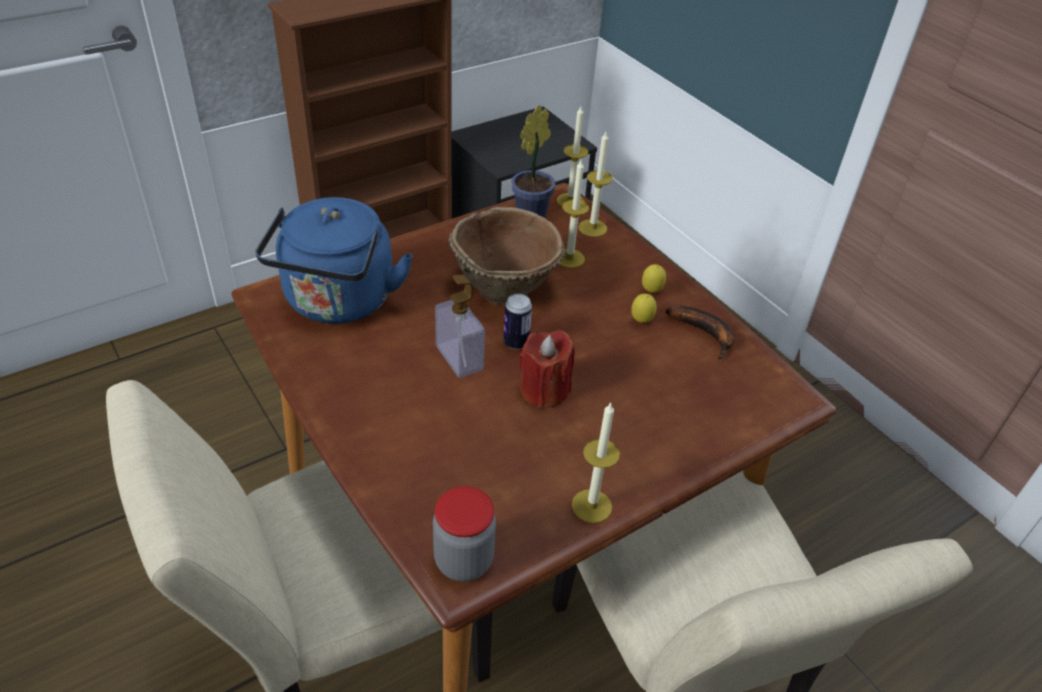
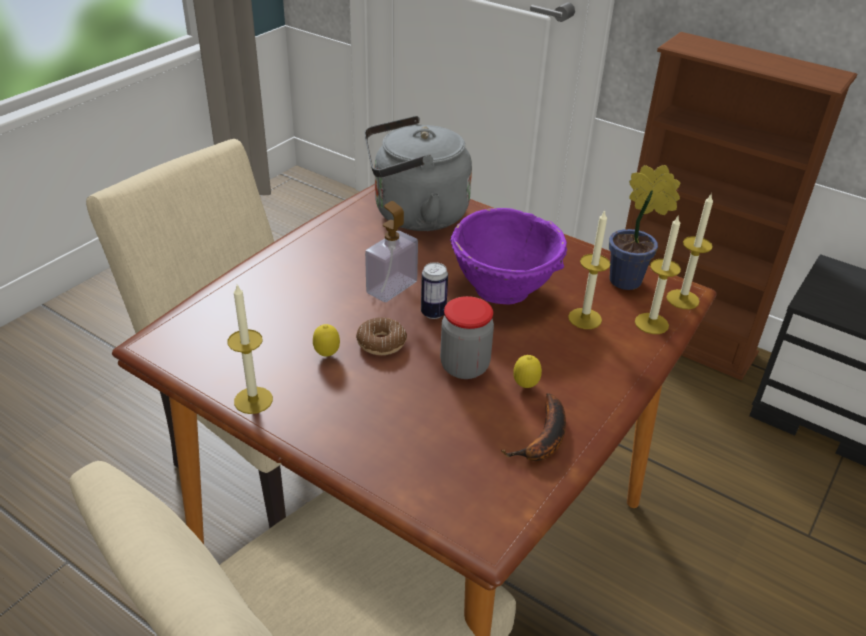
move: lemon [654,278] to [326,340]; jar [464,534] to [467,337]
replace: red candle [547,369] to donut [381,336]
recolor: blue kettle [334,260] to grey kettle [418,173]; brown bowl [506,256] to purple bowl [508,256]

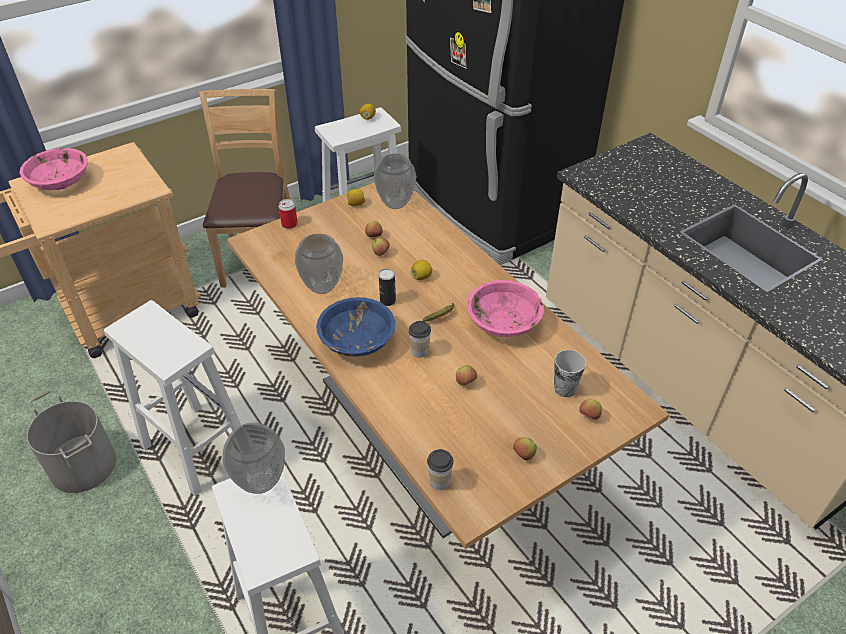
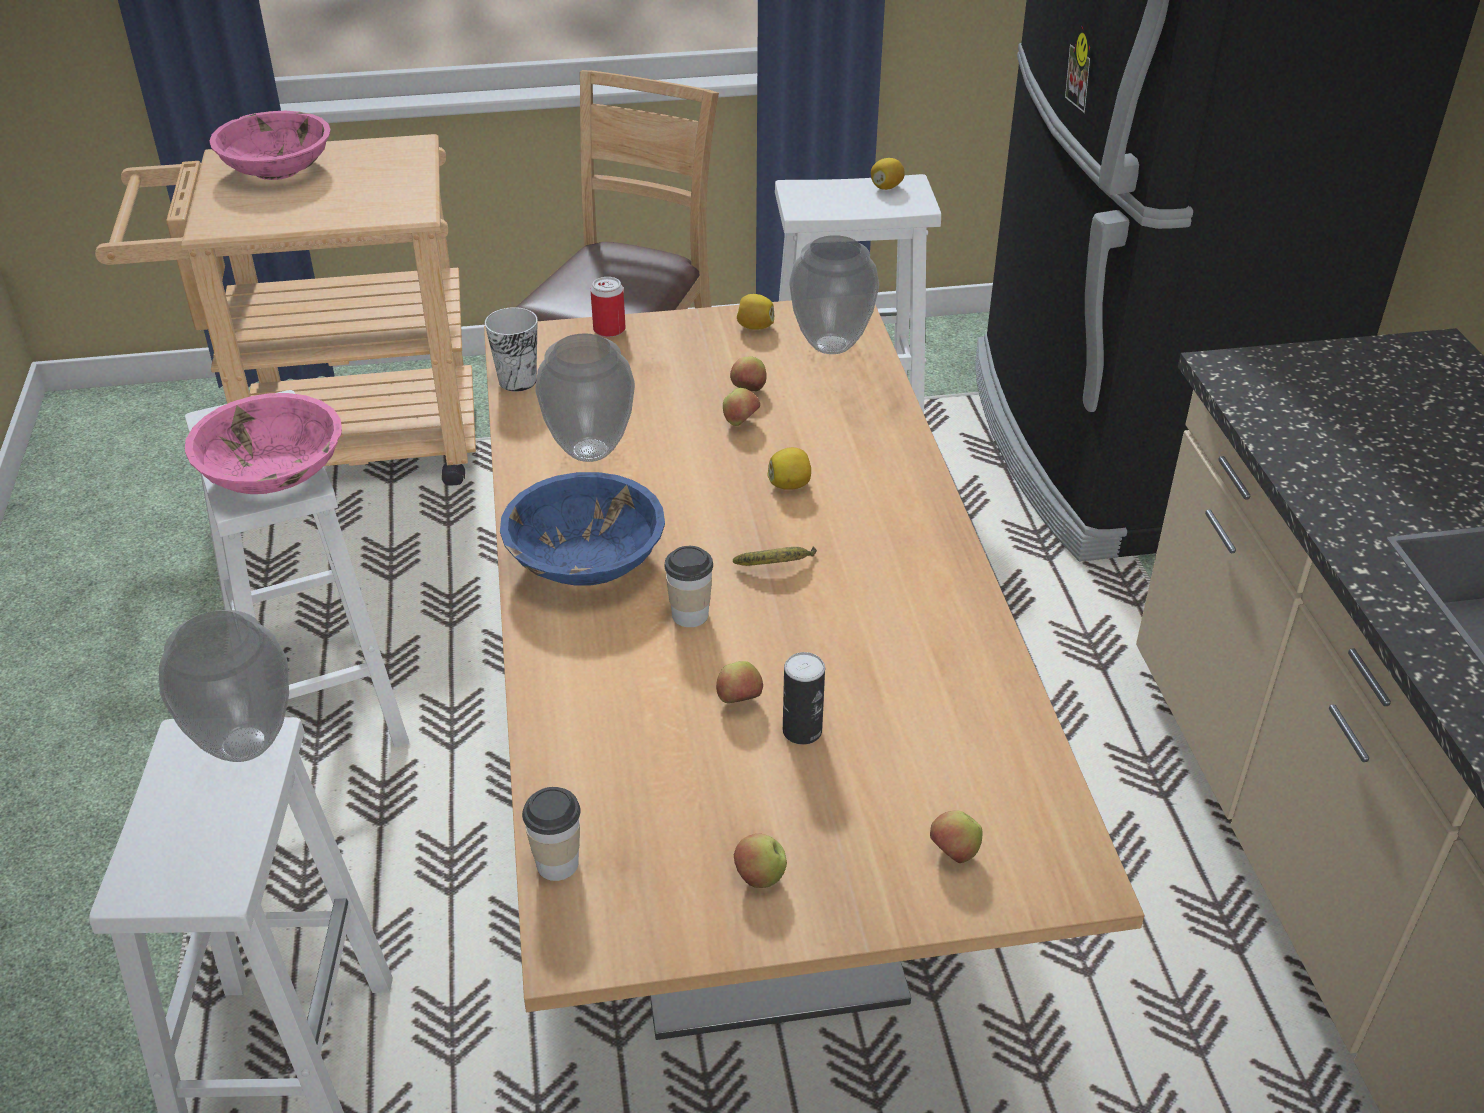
delete: grey bucket [71,441]
move: pink bowl [505,308] to [263,443]; cup [570,373] to [511,349]; can [387,287] to [804,698]

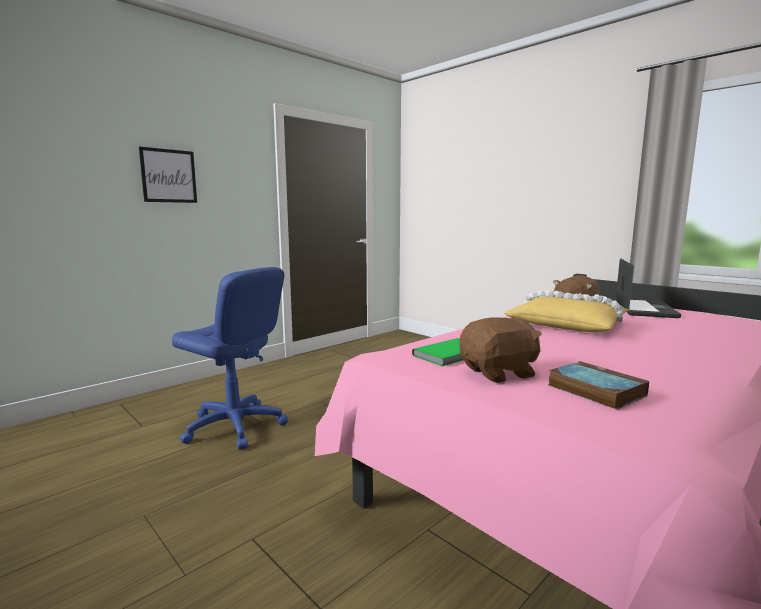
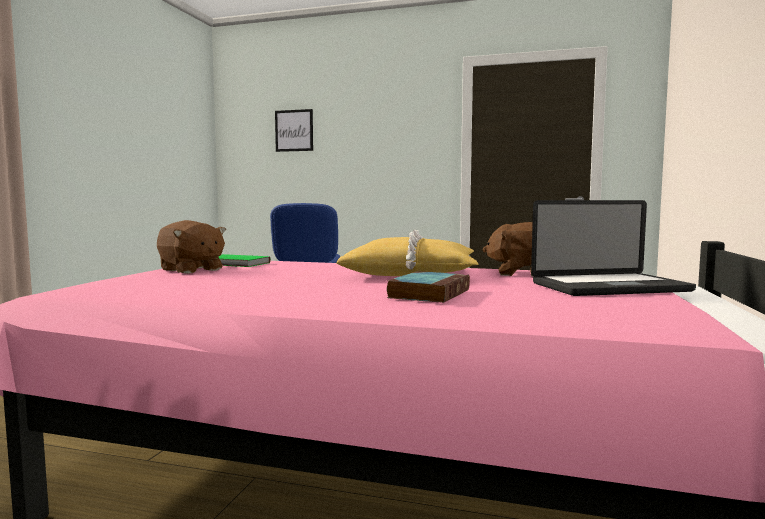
move: picture [168,175] to [294,130]; book [598,385] to [428,287]

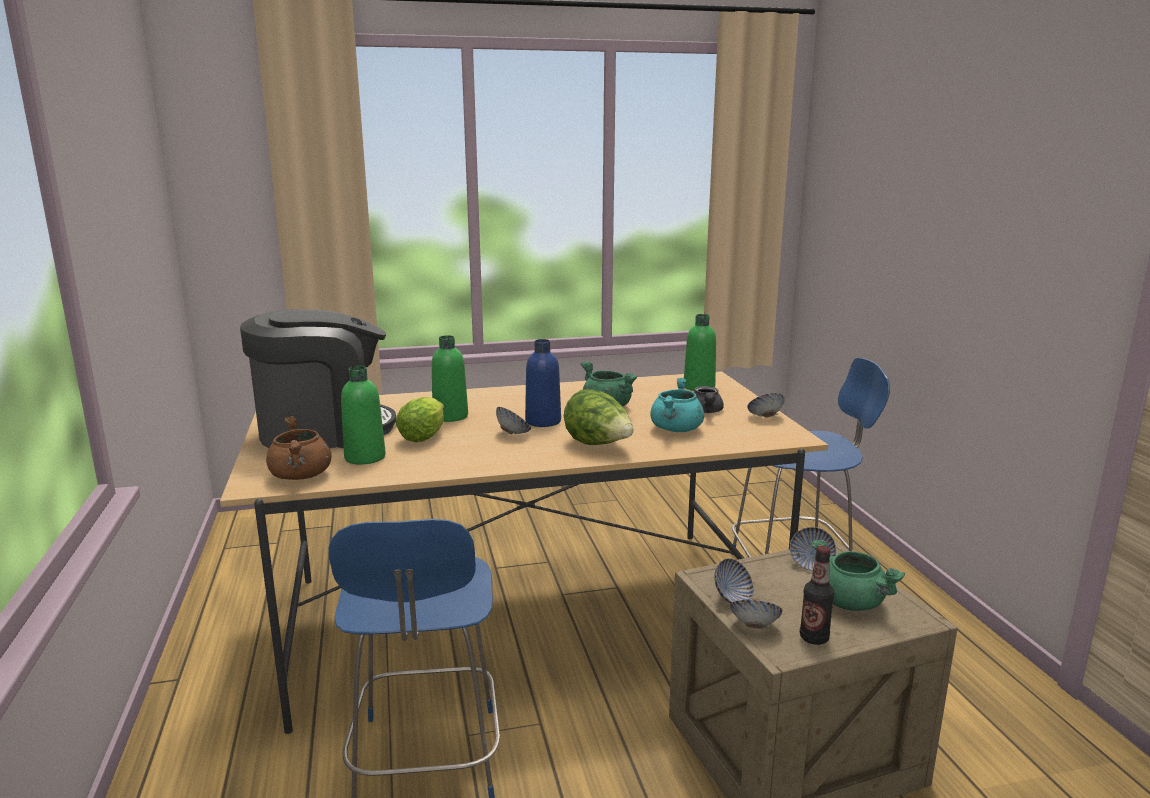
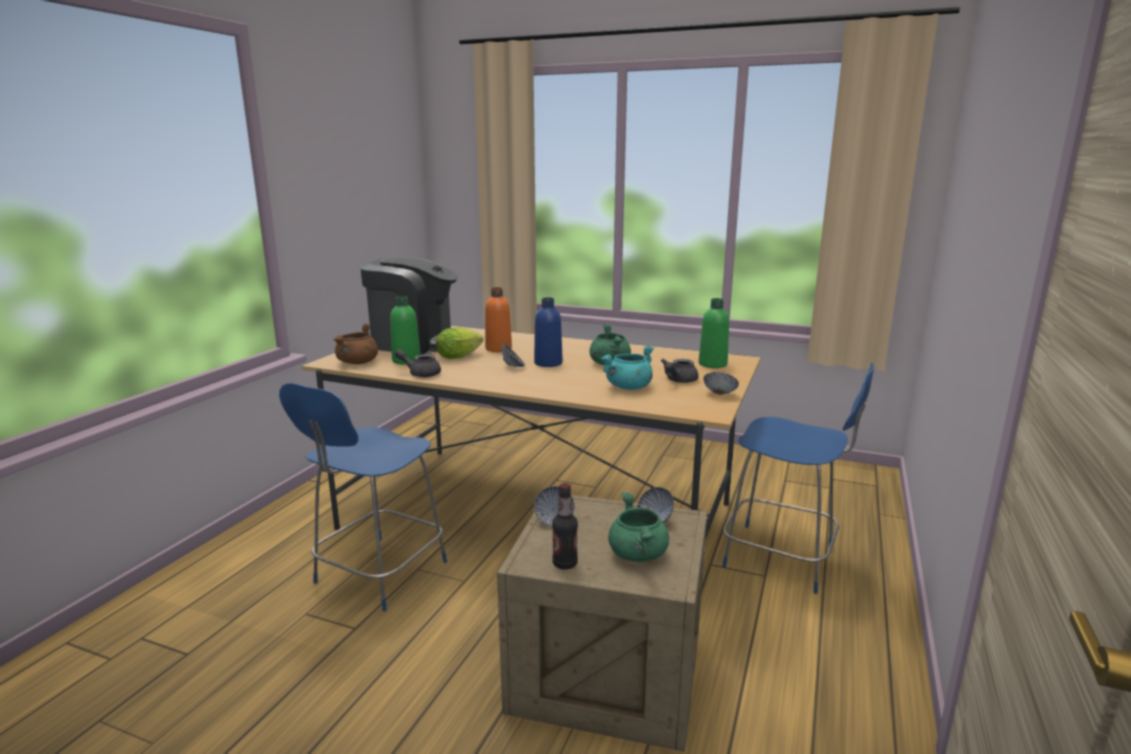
delete: lettuce [599,417]; bowl [756,614]
insert: grey teapot [418,363]
recolor: green bottle [450,378] to orange bottle [498,319]

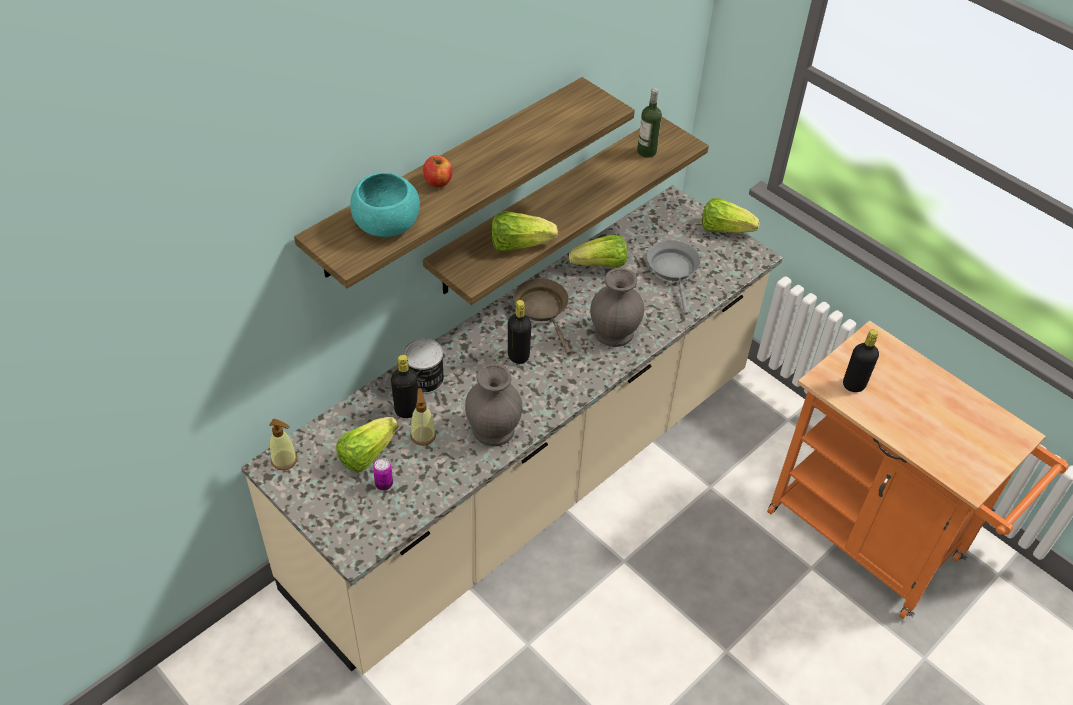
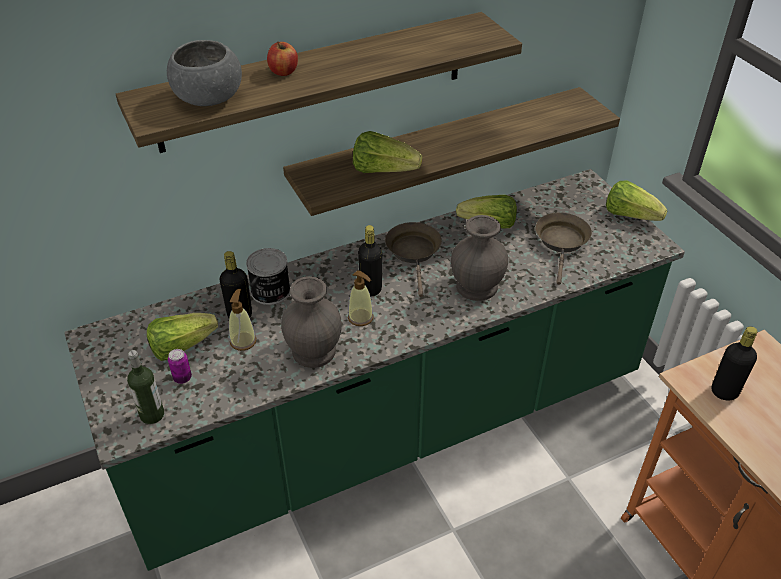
move: bottle [649,123] to [145,387]; soap dispenser [283,444] to [361,298]
recolor: beige counter [512,430] to green counter [374,370]; turquoise bowl [385,205] to grey bowl [204,73]; grey frying pan [673,277] to brown frying pan [563,248]

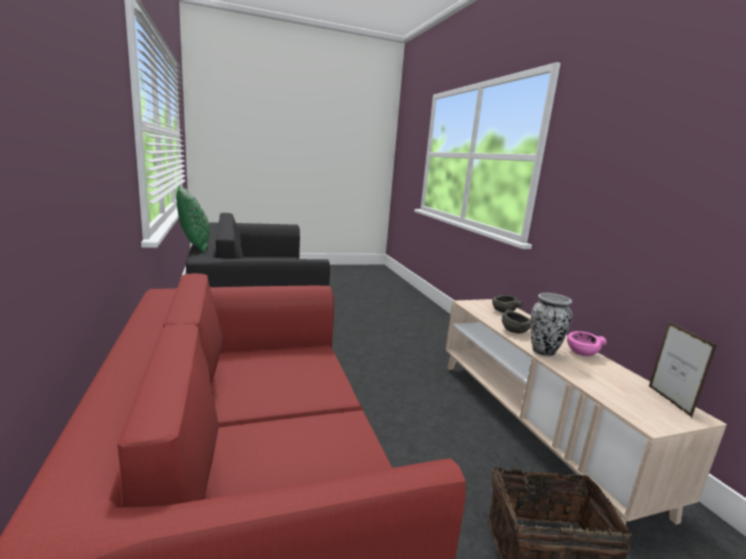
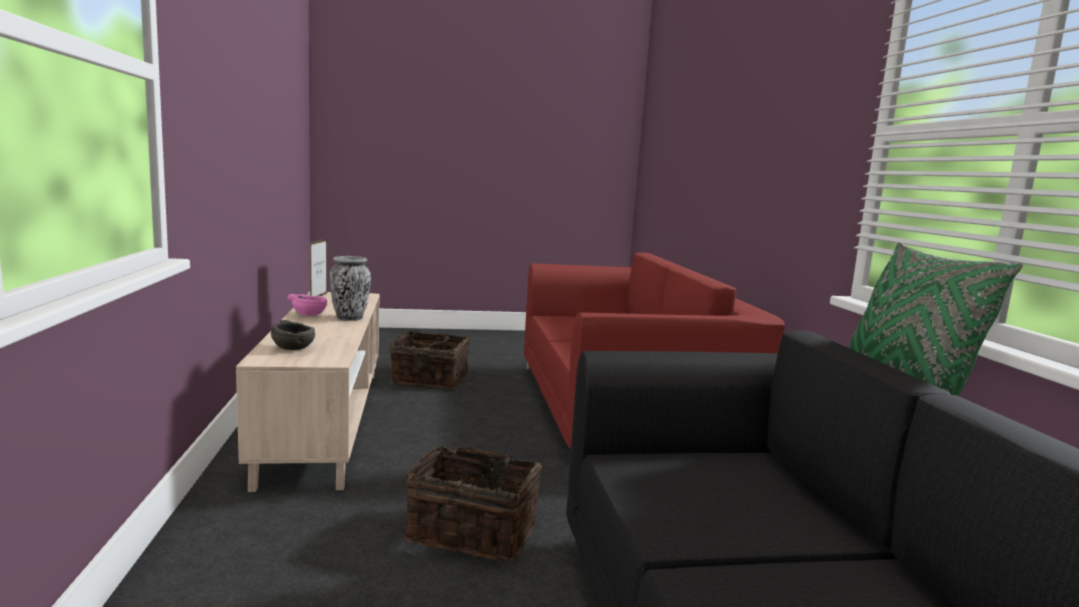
delete: grey bowl [516,321]
insert: basket [473,502]

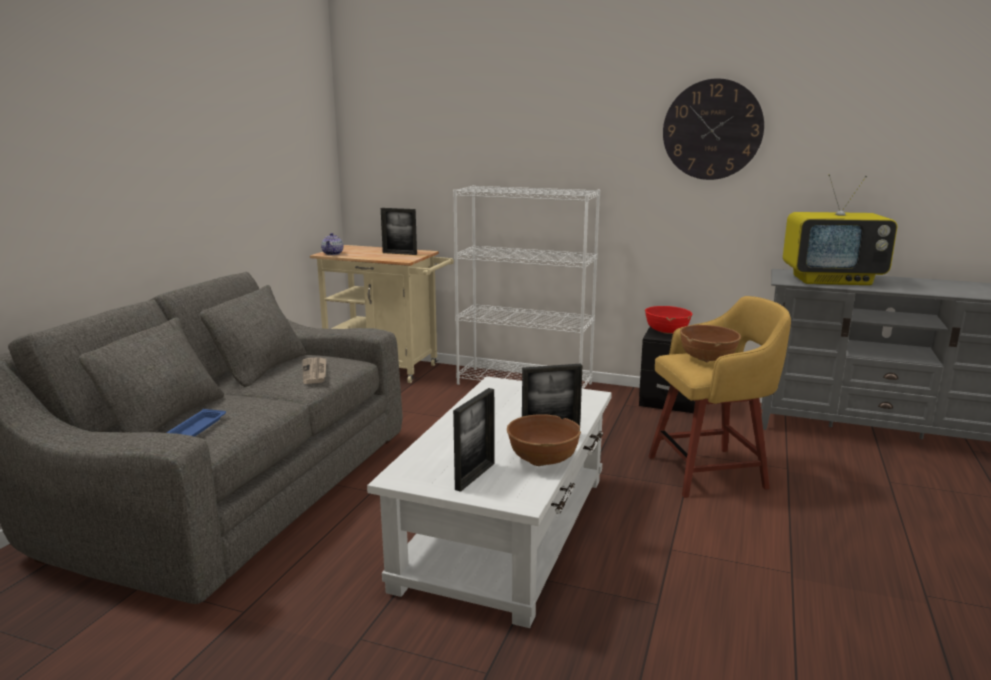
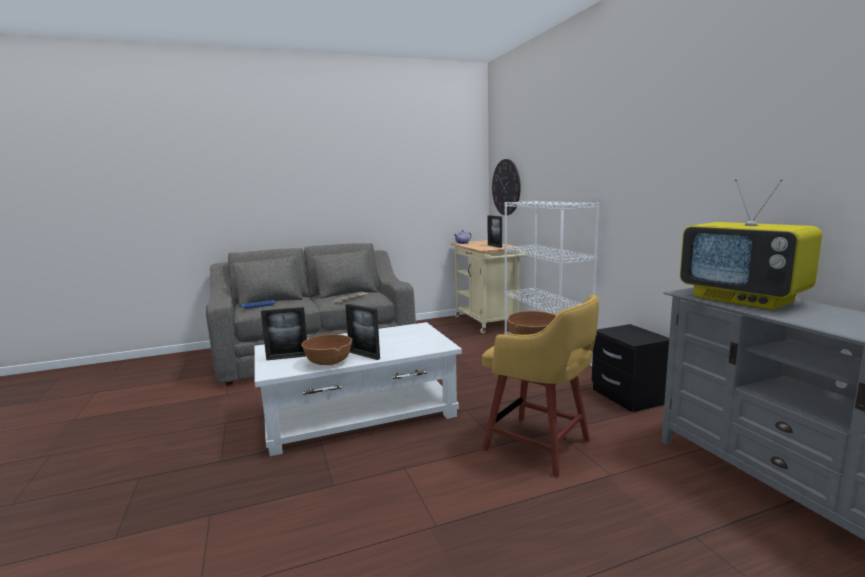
delete: red bowl [669,320]
move: wall clock [713,129] to [506,187]

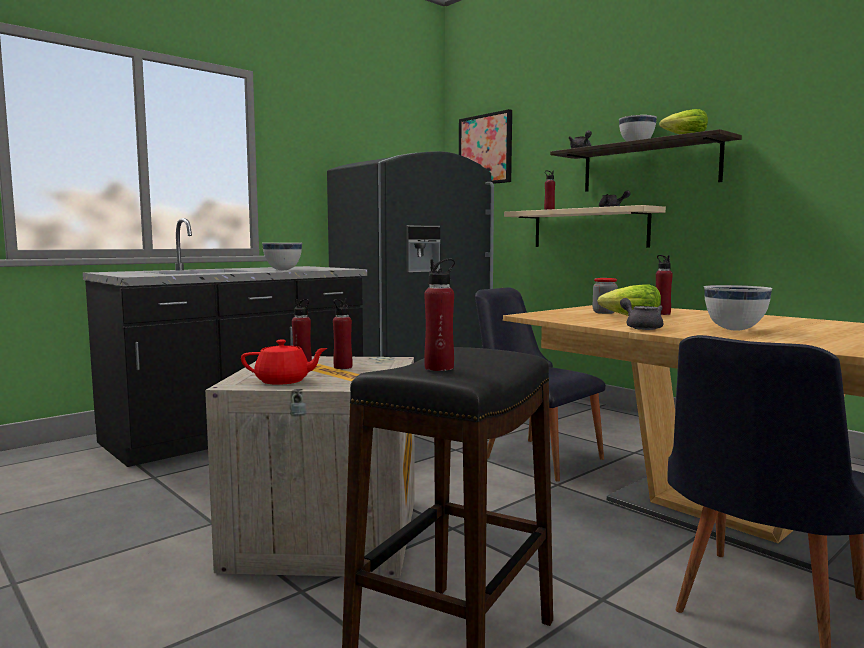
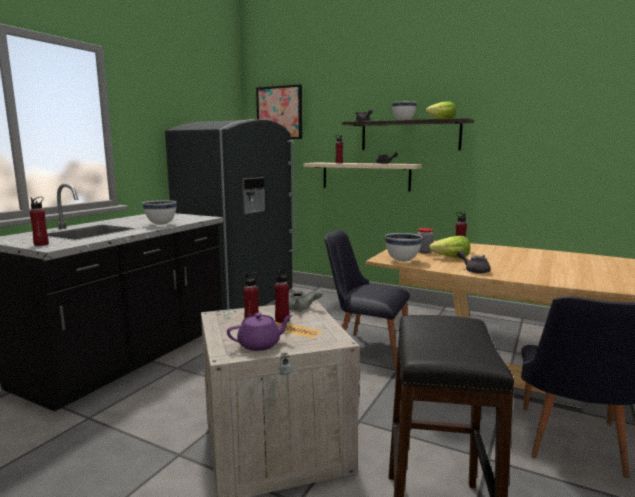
insert: grey teapot [306,300]
move: red bottle [439,315] to [39,221]; white bowl [738,308] to [403,247]
recolor: red teapot [284,362] to purple teapot [260,332]

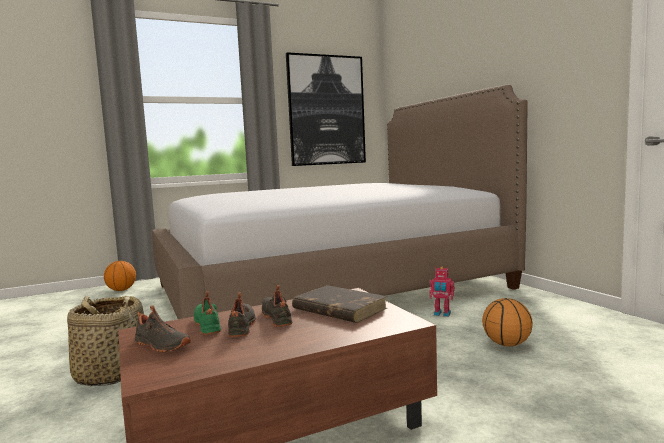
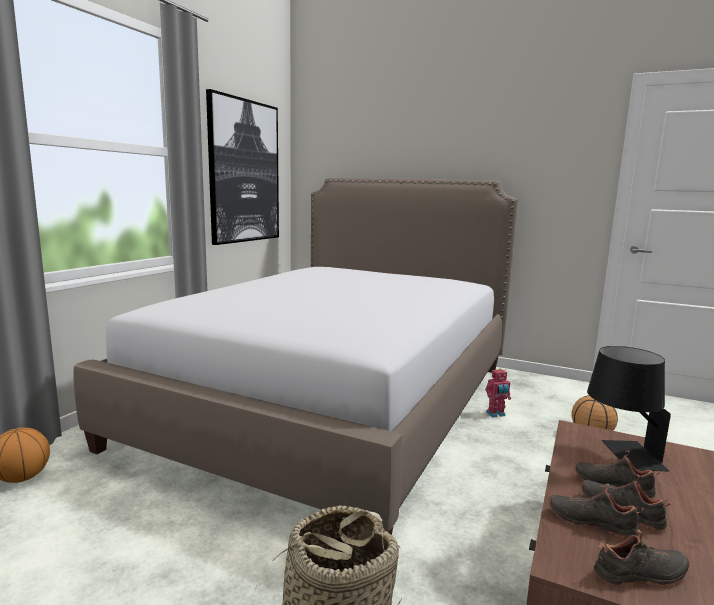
replace: brown book [339,304] to black table lamp [629,408]
recolor: green shoe [207,313] to black shoe [596,511]

